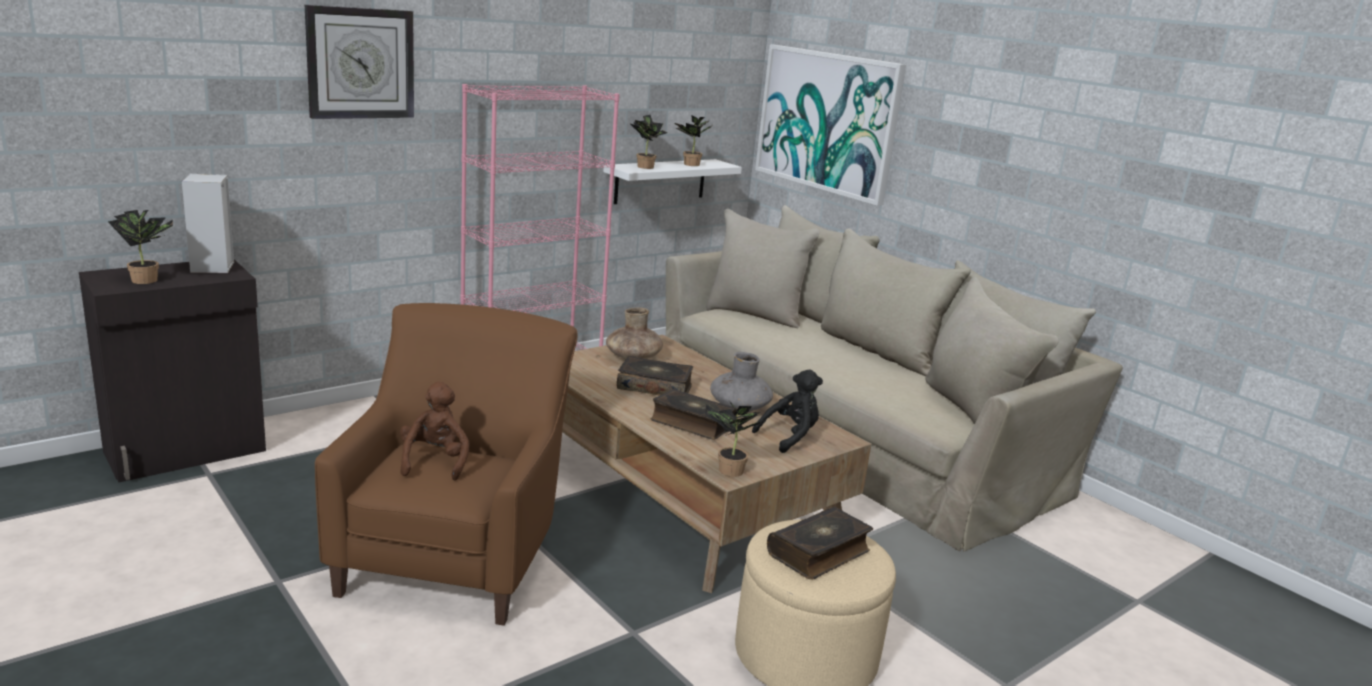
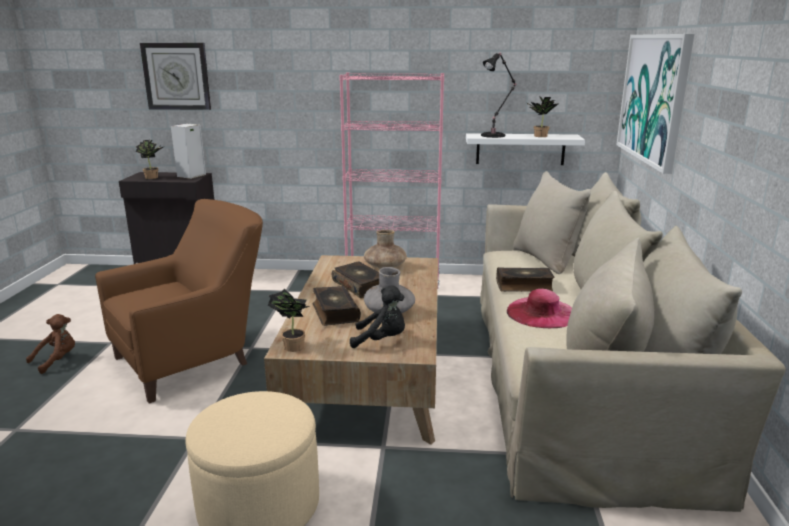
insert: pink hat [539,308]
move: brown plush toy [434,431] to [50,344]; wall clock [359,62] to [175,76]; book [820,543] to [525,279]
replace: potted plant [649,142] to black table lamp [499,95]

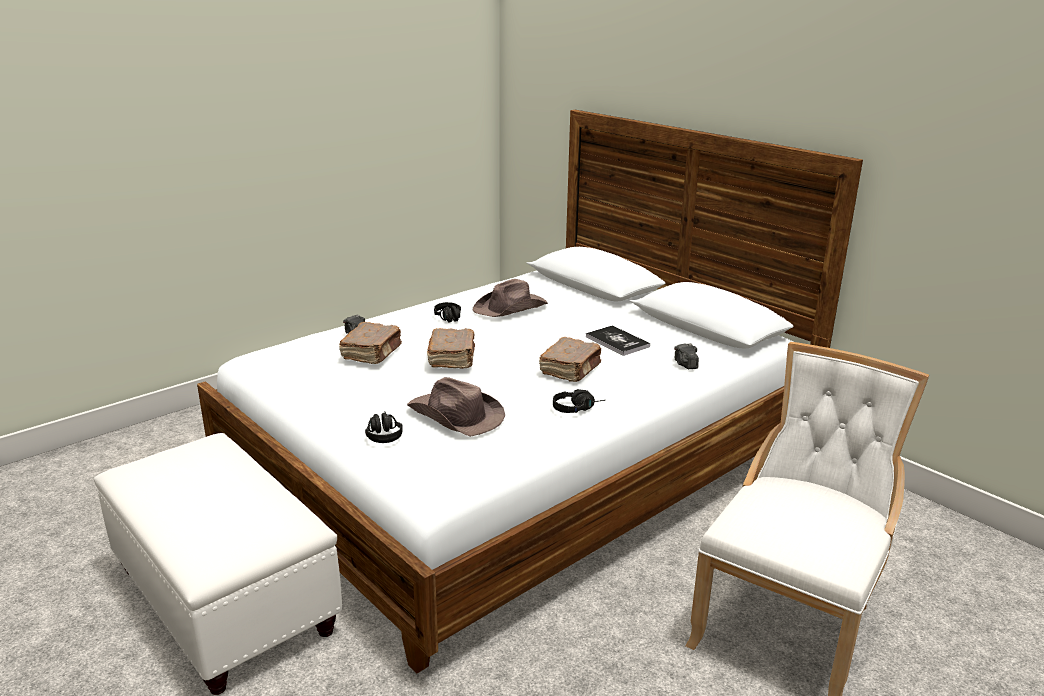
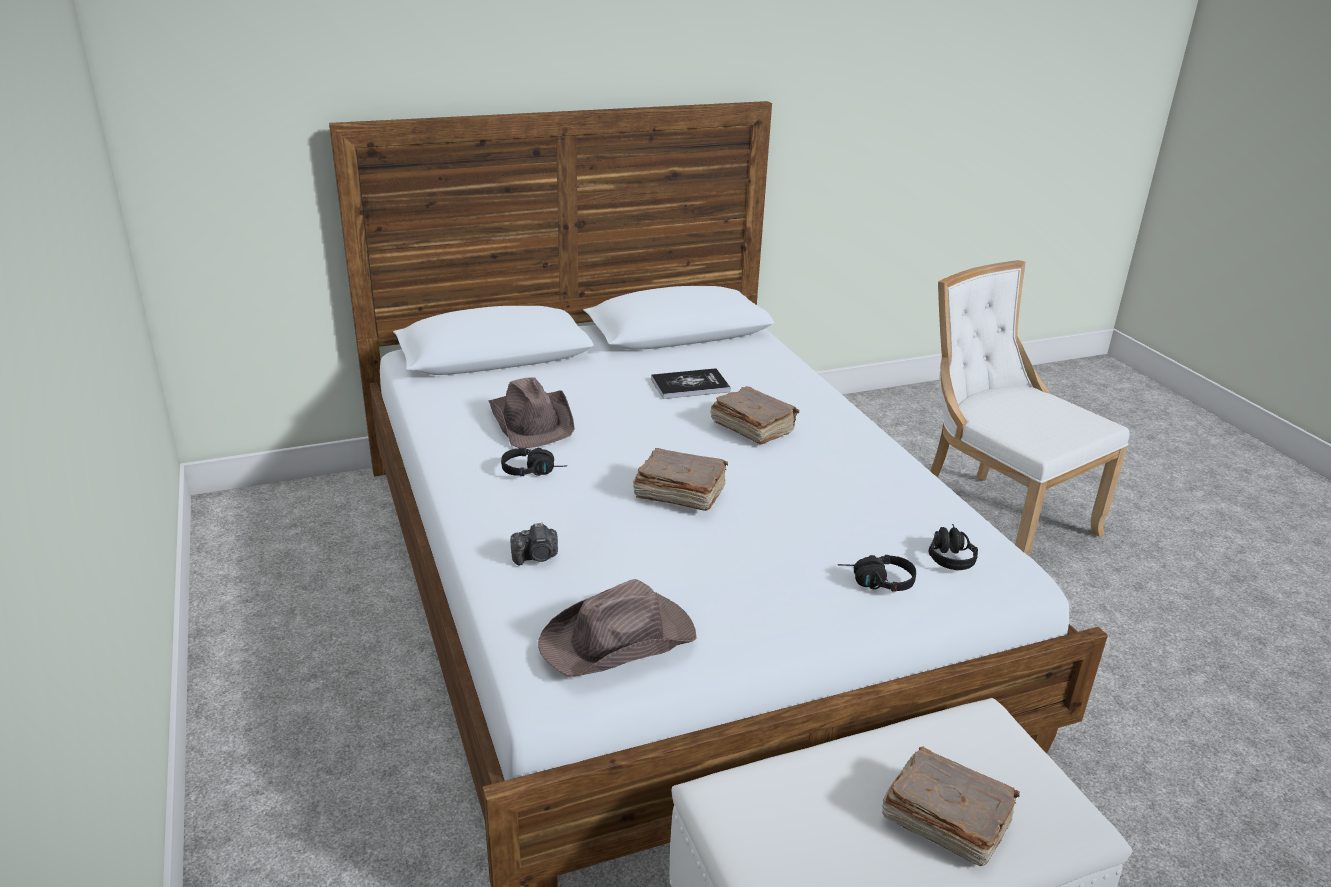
delete: photo camera [686,356]
move: brown hat [456,407] to [617,628]; brown book [370,343] to [951,806]; black headphones [579,401] to [953,547]

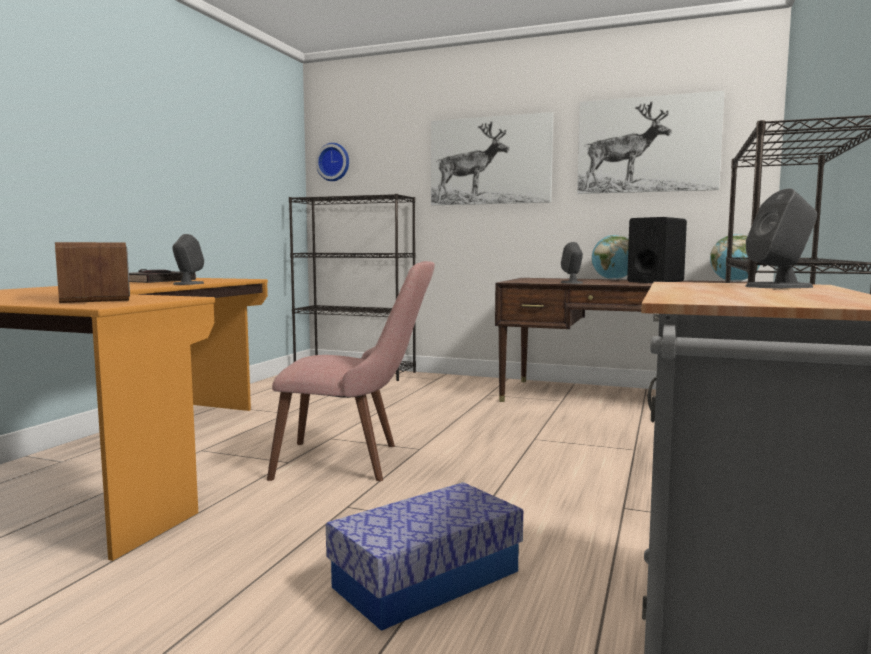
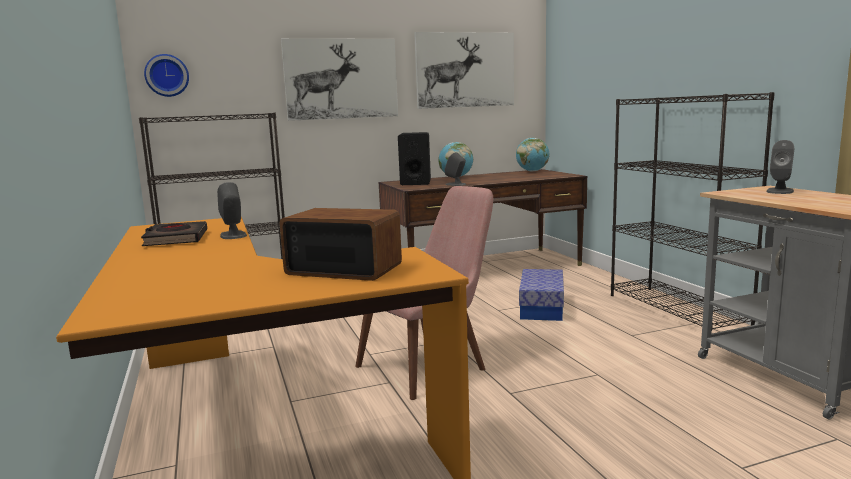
move: black speaker [657,250] to [414,158]; storage box [424,556] to [541,295]

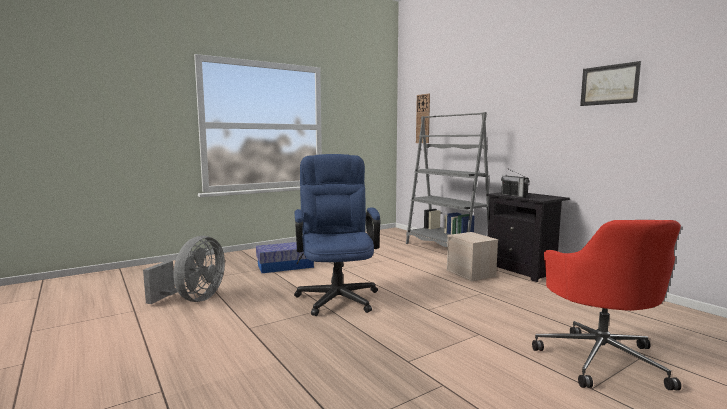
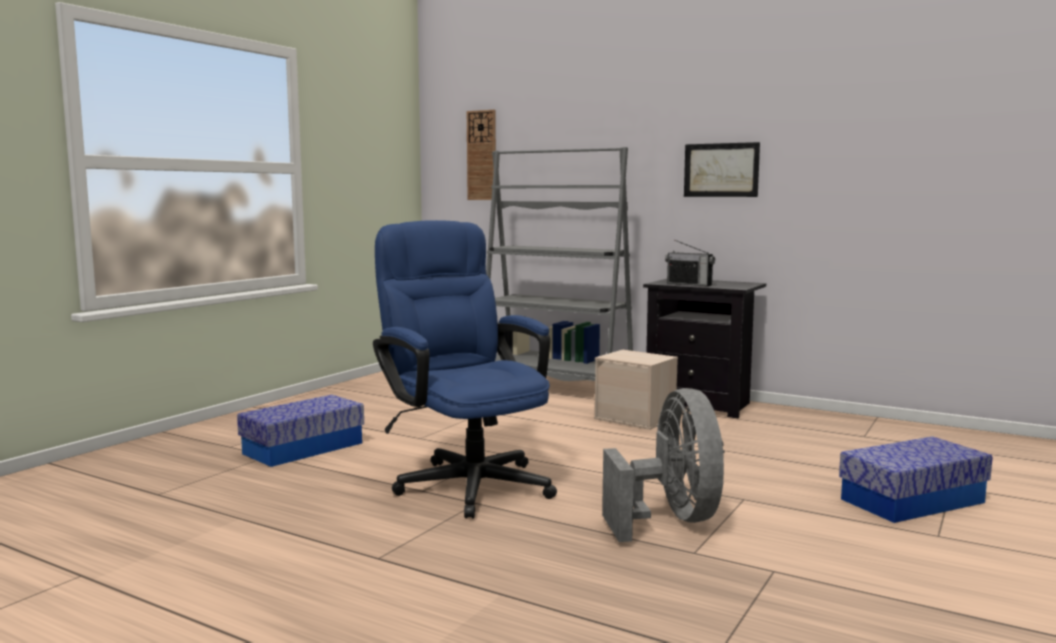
move: grey fan [184,270] to [663,465]; picture [610,83] to [722,169]
replace: red office chair [606,305] to storage box [916,479]

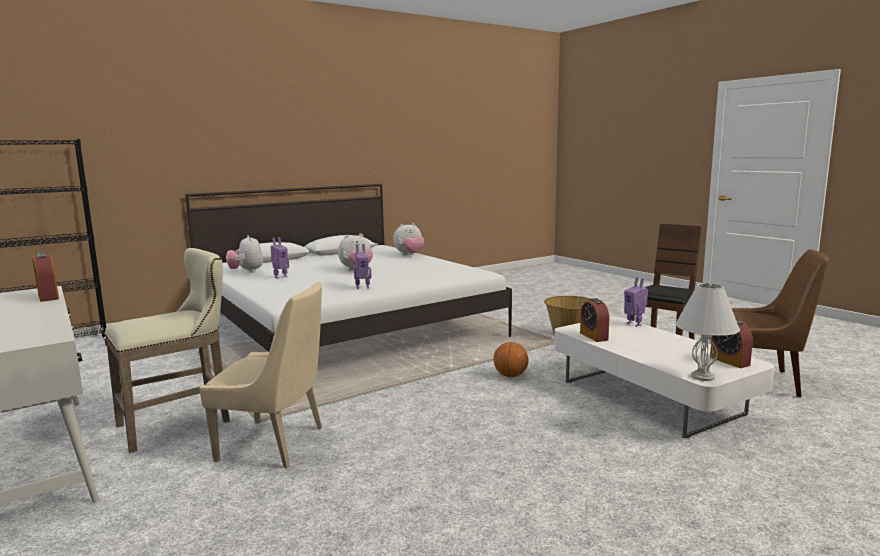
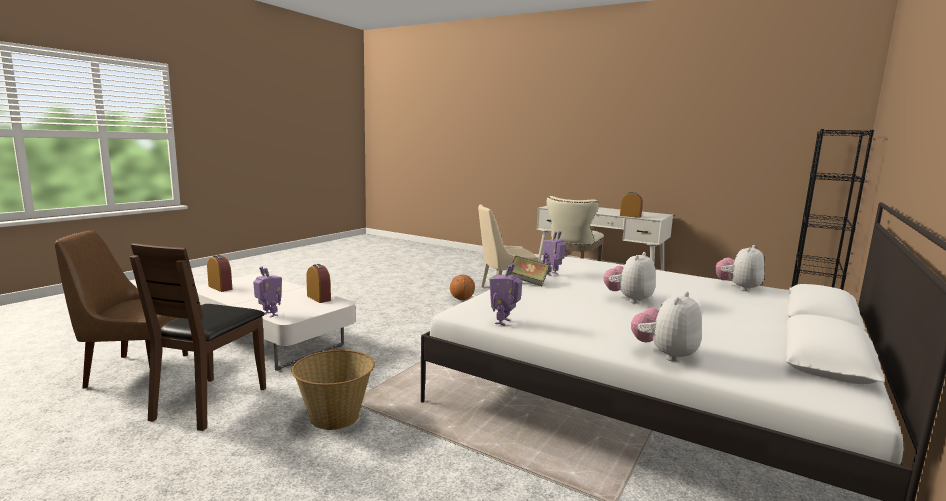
delete: white table lamp [707,332]
insert: book [530,271]
move: basketball [511,359] to [462,287]; toy robot [280,258] to [505,294]
rotate: plush toy [244,254] = [739,268] 90 degrees counterclockwise

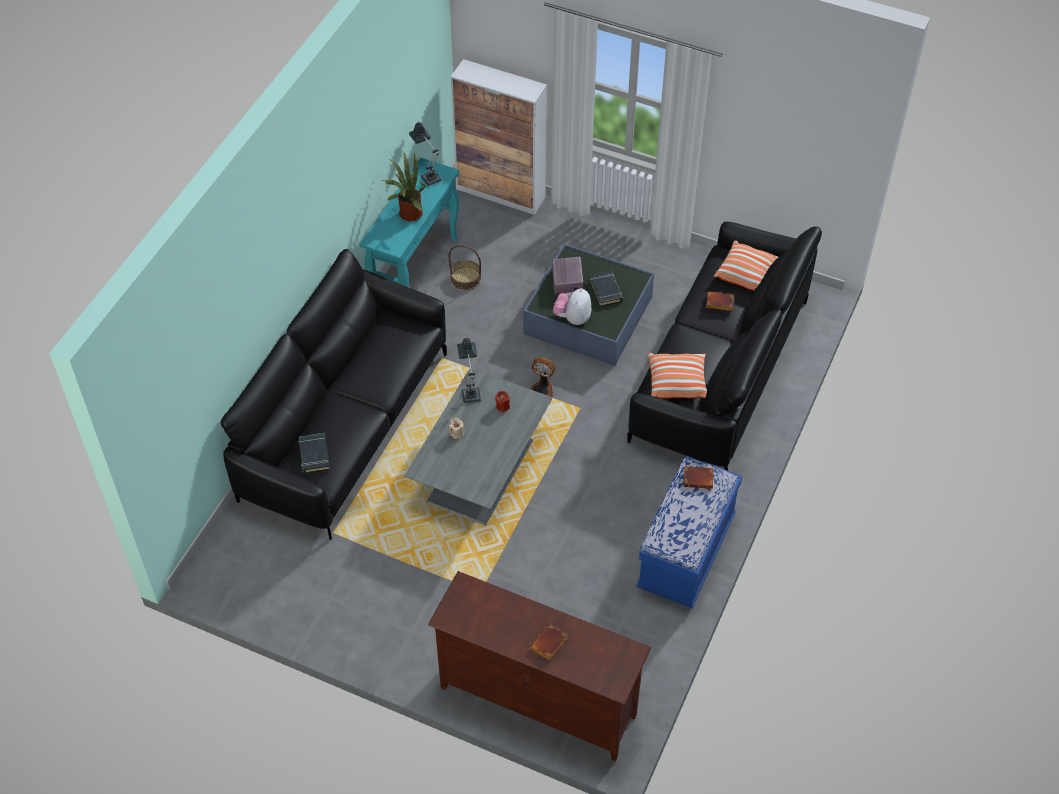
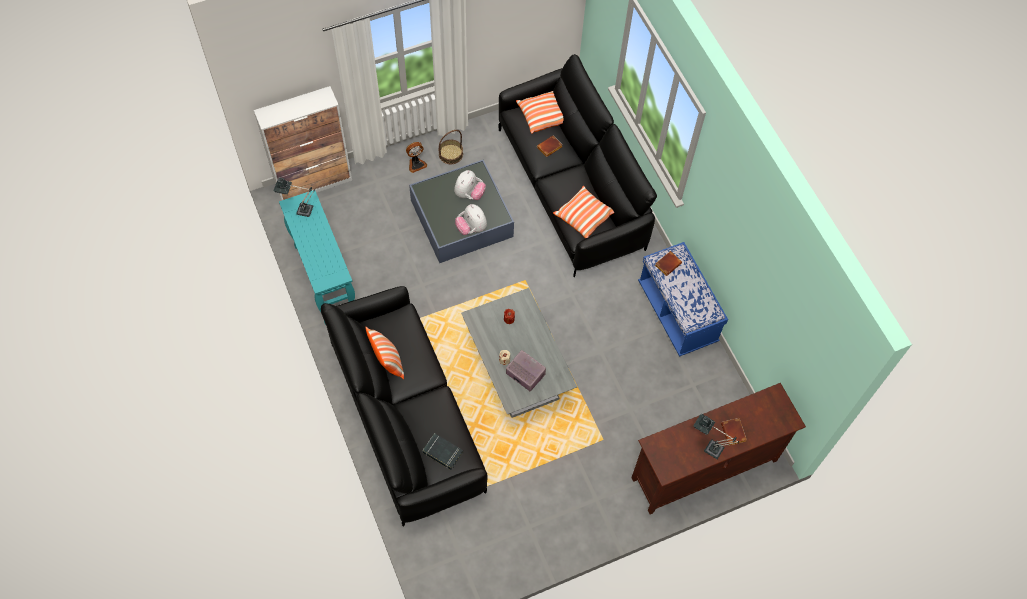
delete: potted plant [402,187]
insert: pillow [385,353]
move: fan [542,377] to [416,157]; basket [465,267] to [450,147]; radio [567,276] to [526,370]; table lamp [469,370] to [716,436]
replace: black book [606,289] to plush toy [470,185]

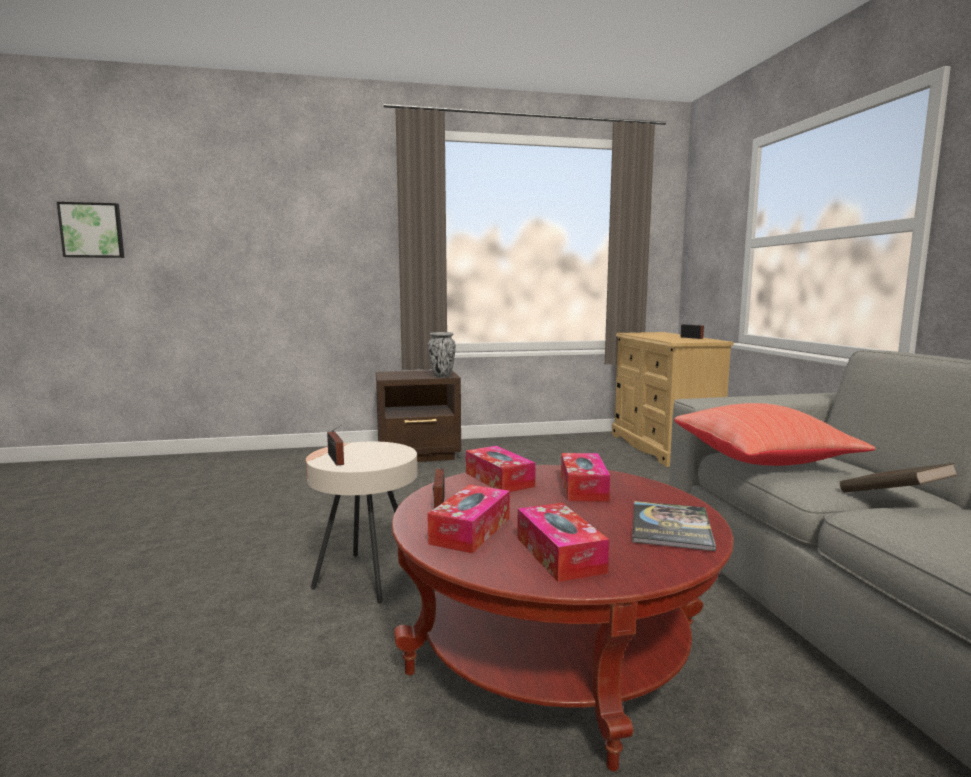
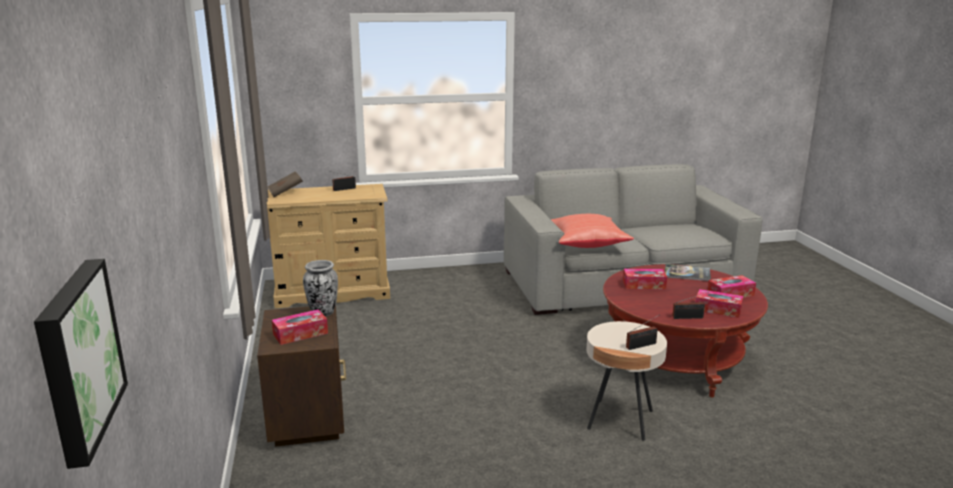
move: brown book [899,478] to [285,184]; tissue box [500,469] to [300,327]

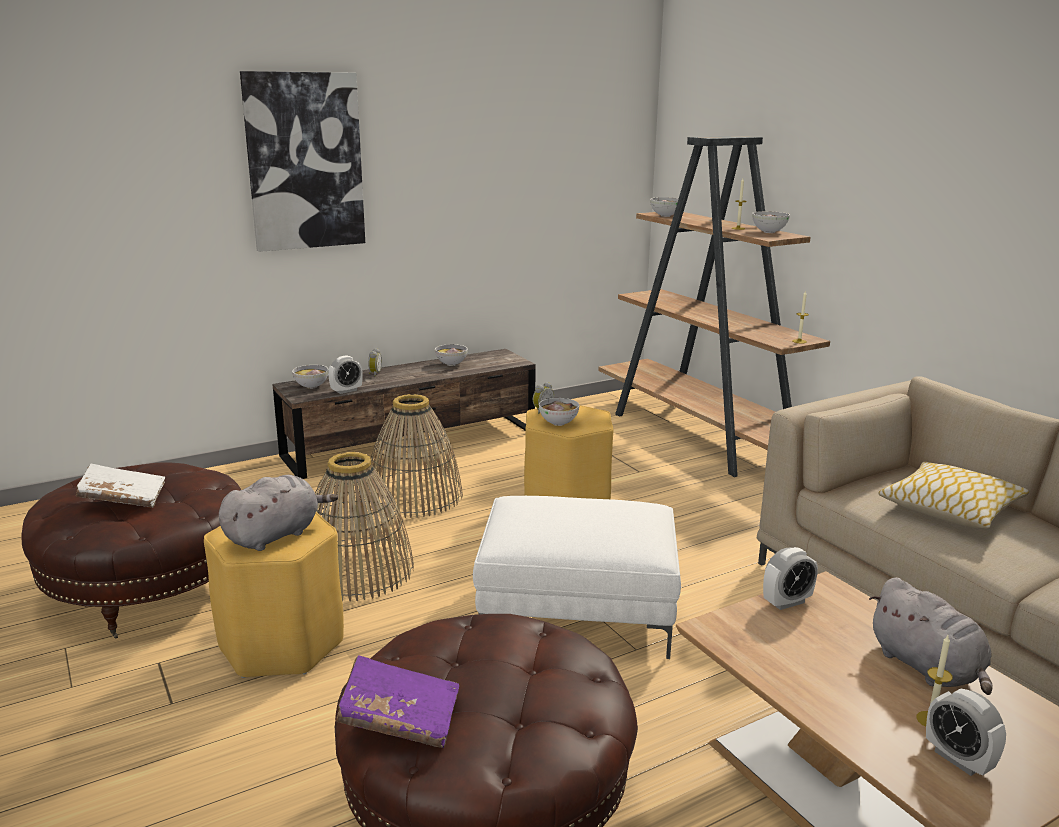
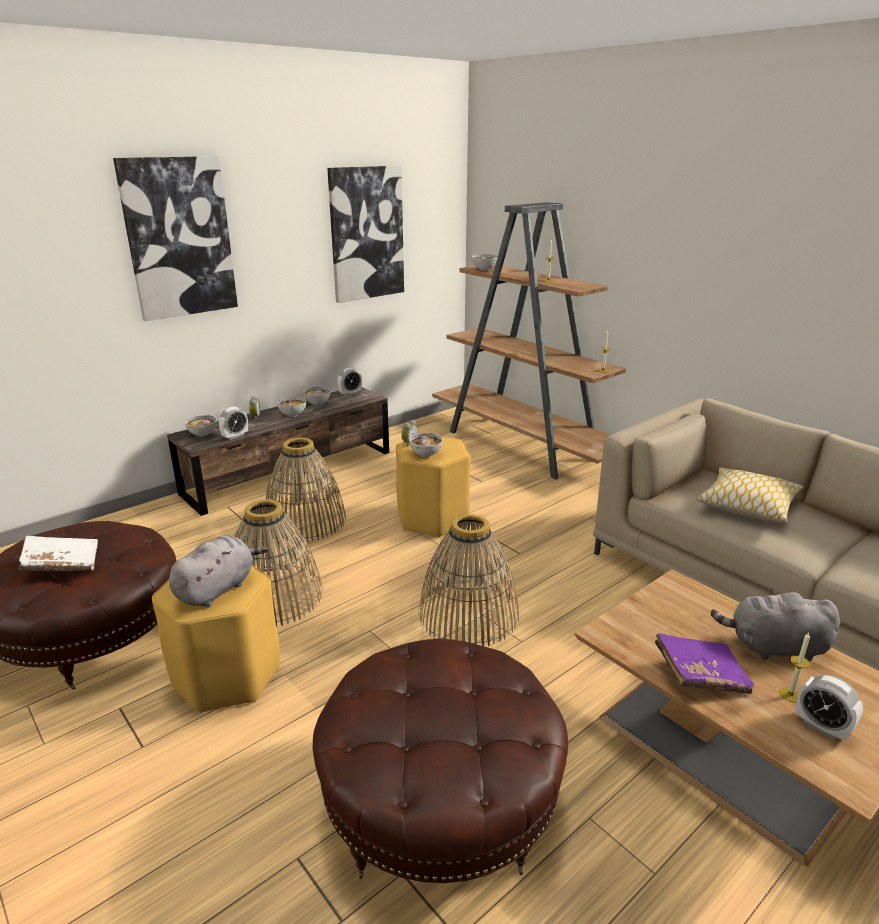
insert: picture [365,234]
move: bowl [771,222] to [291,407]; alarm clock [790,578] to [349,382]; purple book [397,701] to [704,663]
replace: white ottoman [577,577] to basket [468,580]
rotate: grey plush toy [931,636] = [775,625] 135 degrees clockwise

